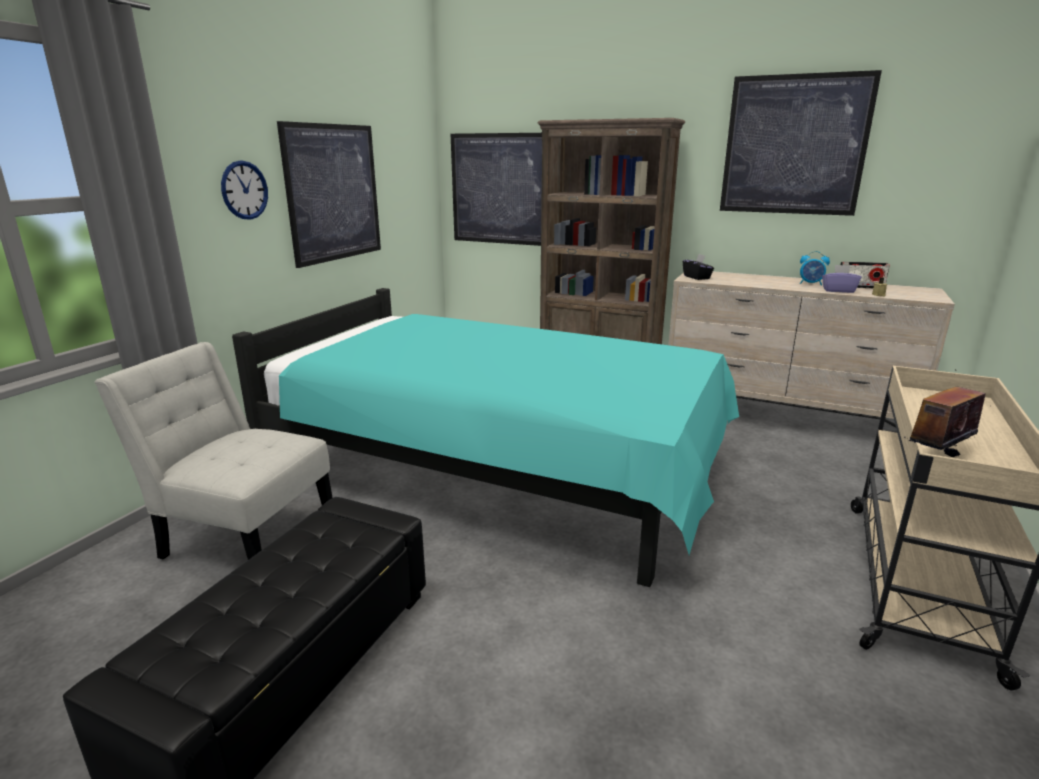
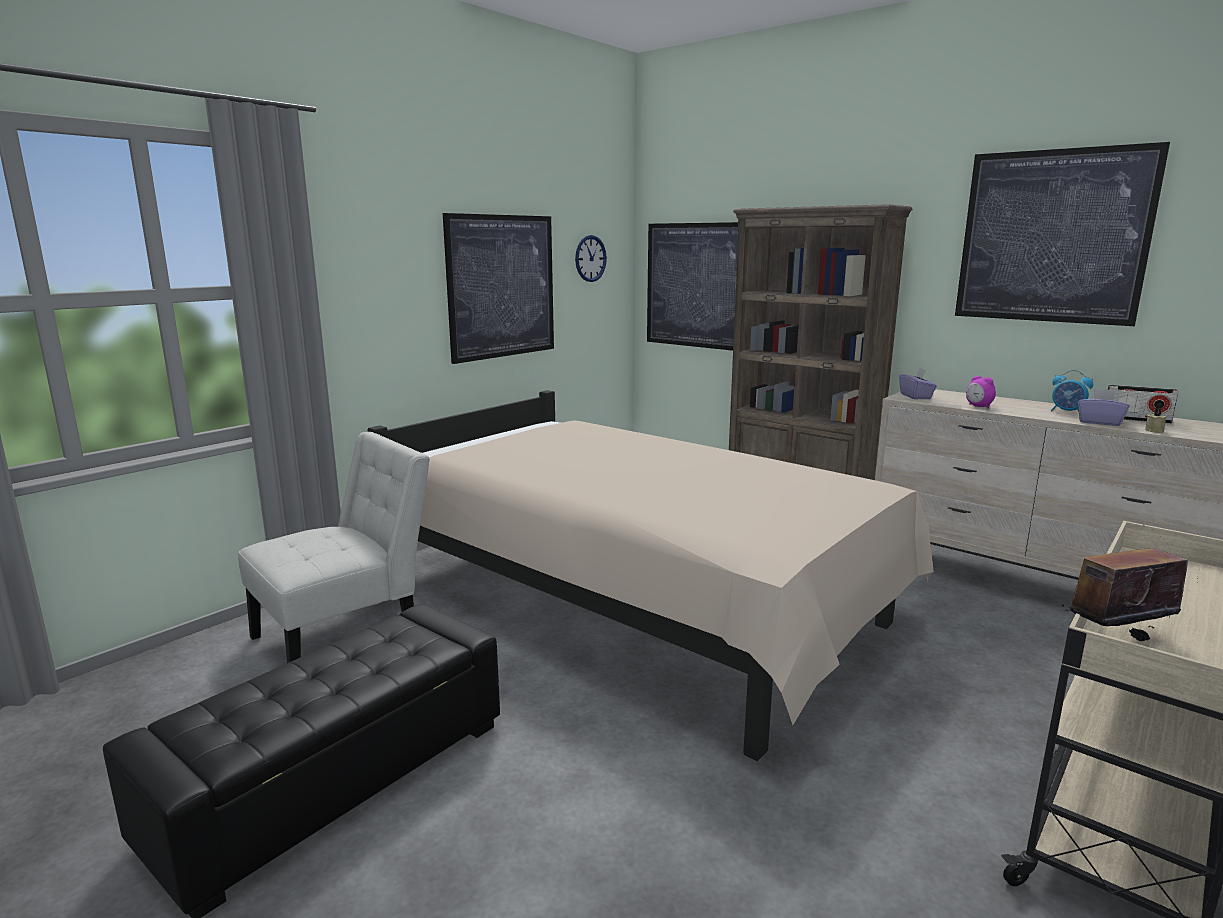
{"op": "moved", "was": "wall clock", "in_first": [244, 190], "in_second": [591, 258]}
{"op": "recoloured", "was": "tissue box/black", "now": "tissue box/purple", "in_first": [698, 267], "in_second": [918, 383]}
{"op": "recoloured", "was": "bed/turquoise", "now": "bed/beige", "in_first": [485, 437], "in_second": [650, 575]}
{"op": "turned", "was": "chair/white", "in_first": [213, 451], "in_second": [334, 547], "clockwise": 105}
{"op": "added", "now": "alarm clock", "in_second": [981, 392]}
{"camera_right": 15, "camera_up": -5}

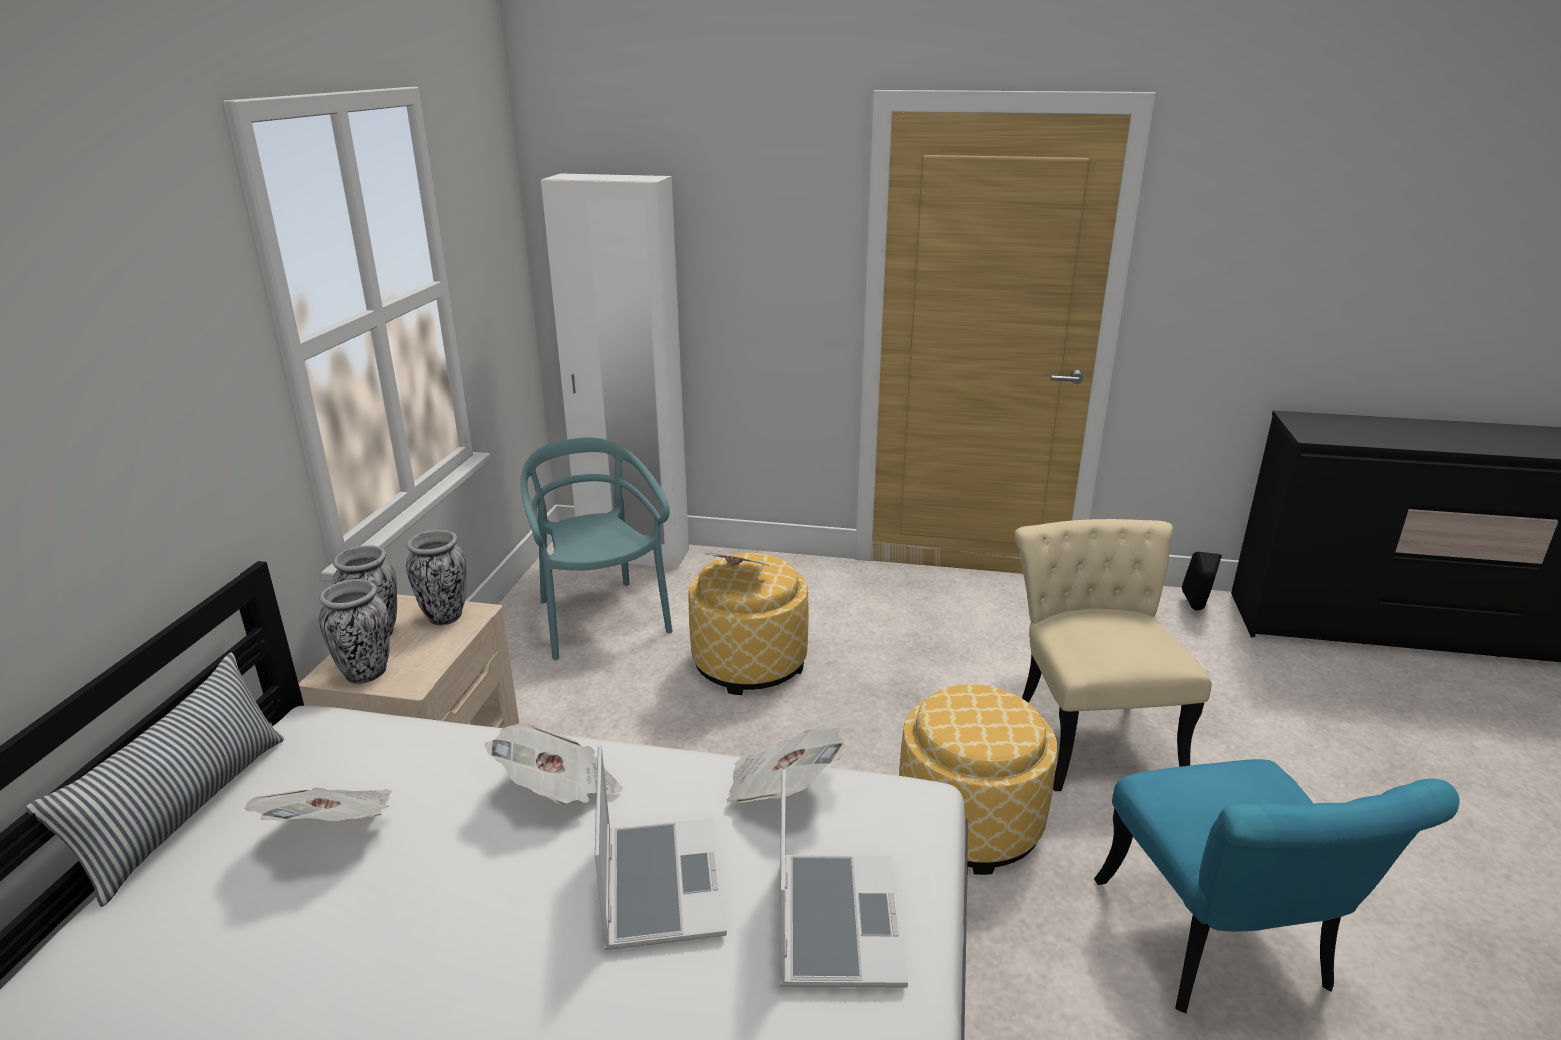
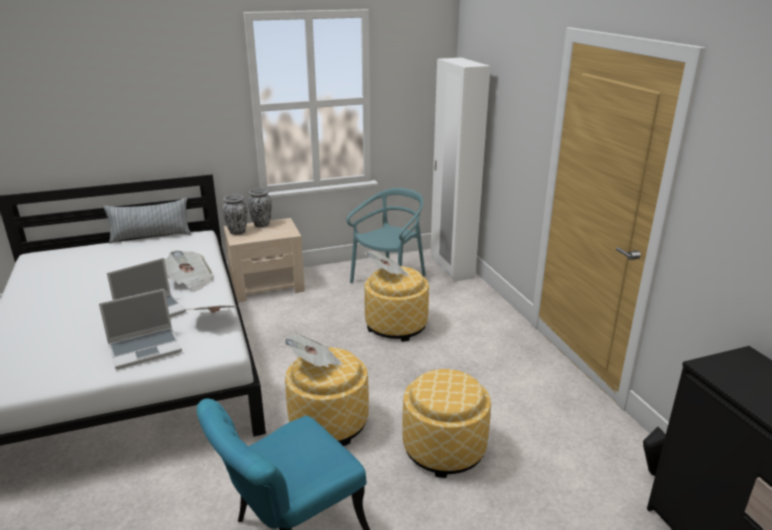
{"op": "replaced", "was": "chair/beige", "now": "ottoman", "in_first": [1113, 655], "in_second": [446, 423]}
{"op": "removed", "was": "vase", "in_first": [436, 577]}
{"op": "moved", "was": "newspaper", "in_first": [318, 804], "in_second": [312, 350]}
{"camera_right": 60, "camera_up": 0}

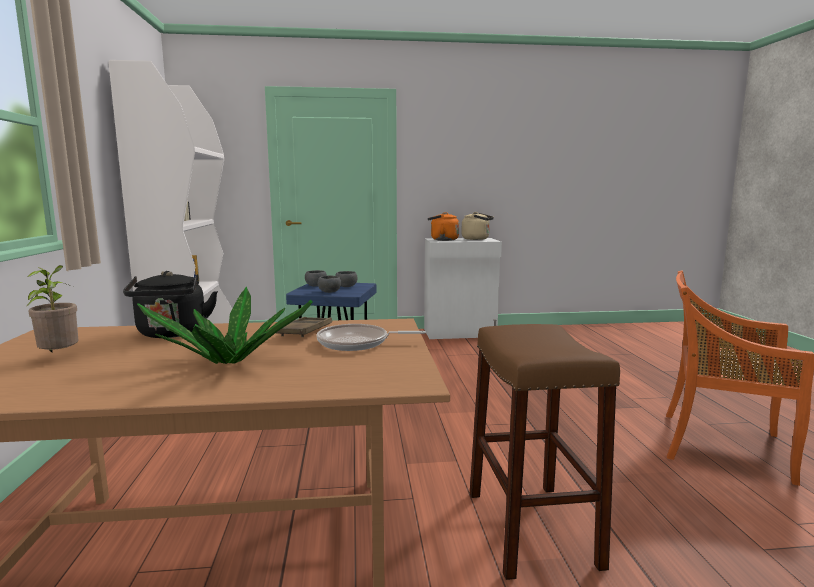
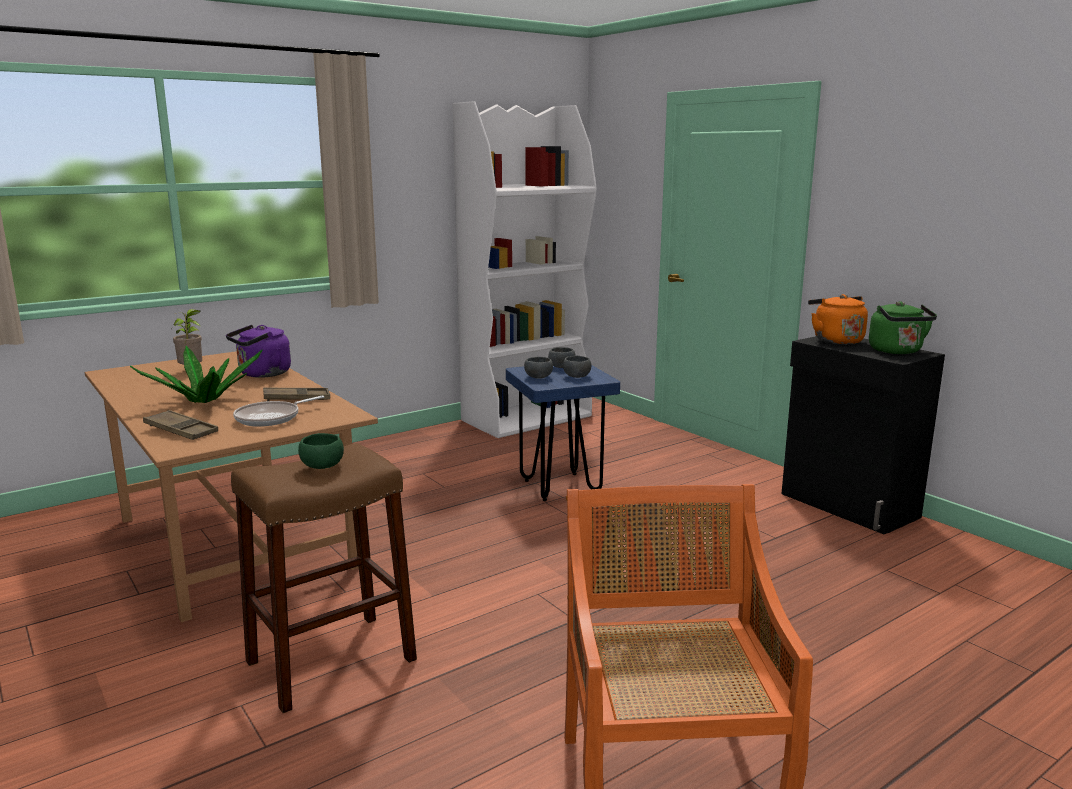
{"op": "recoloured", "was": "kettle/beige", "now": "kettle/green", "in_first": [477, 226], "in_second": [903, 327]}
{"op": "recoloured", "was": "cabinet/white", "now": "cabinet/black", "in_first": [463, 288], "in_second": [863, 435]}
{"op": "recoloured", "was": "kettle/black", "now": "kettle/purple", "in_first": [170, 304], "in_second": [258, 351]}
{"op": "turned", "was": "frying pan", "in_first": [371, 337], "in_second": [278, 411], "clockwise": -105}
{"op": "added", "now": "tray/brown", "in_second": [180, 425]}
{"op": "added", "now": "bowl/green", "in_second": [321, 451]}
{"camera_right": 60, "camera_up": 5}

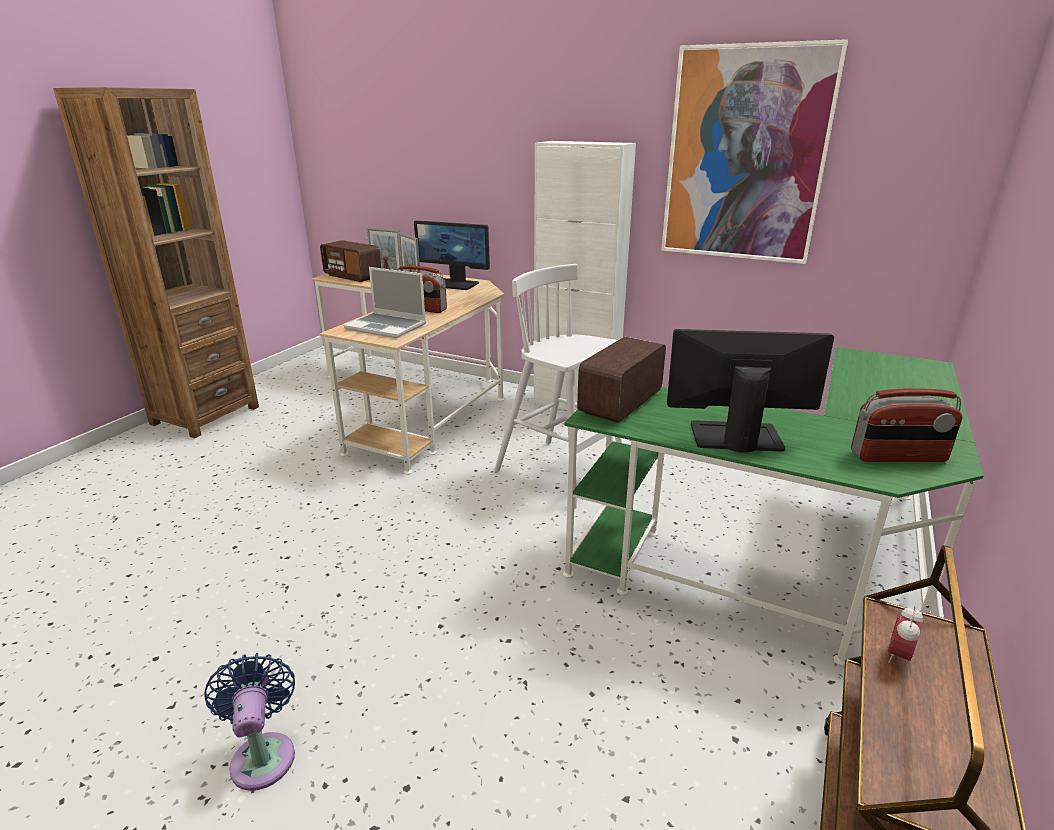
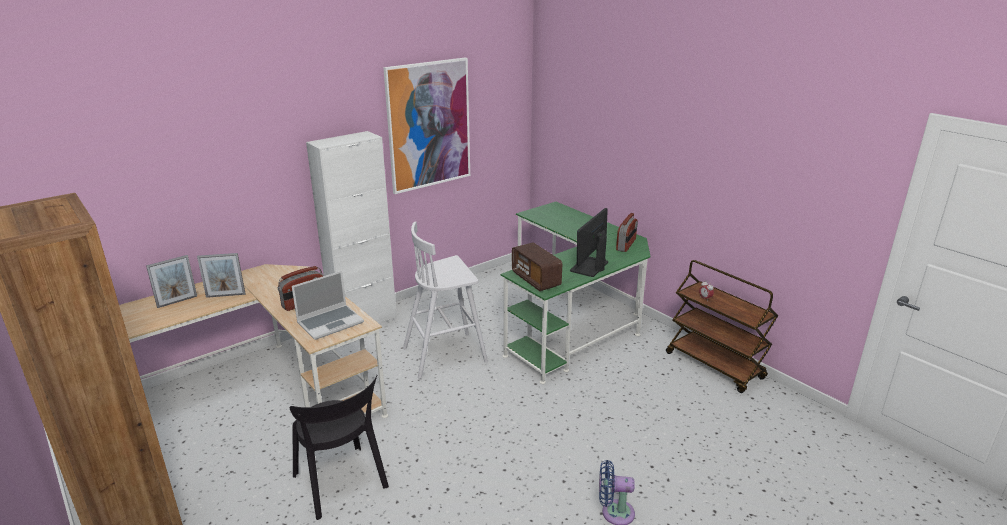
{"op": "removed", "was": "monitor", "in_first": [452, 255]}
{"op": "removed", "was": "radio", "in_first": [350, 261]}
{"op": "added", "now": "chair/black", "in_second": [339, 447]}
{"camera_right": -65, "camera_up": 0}

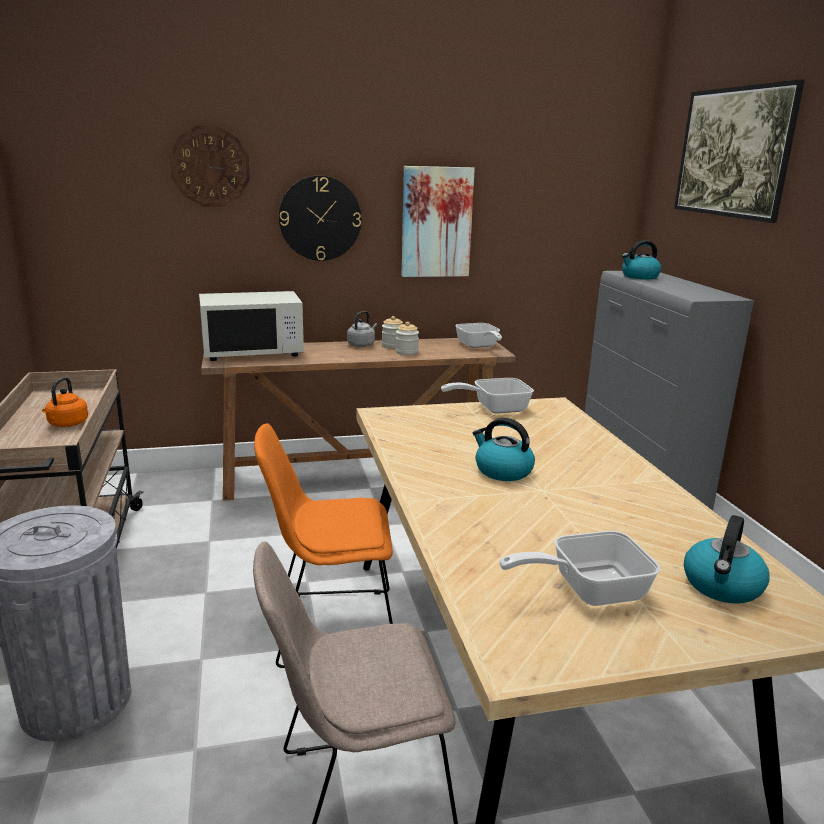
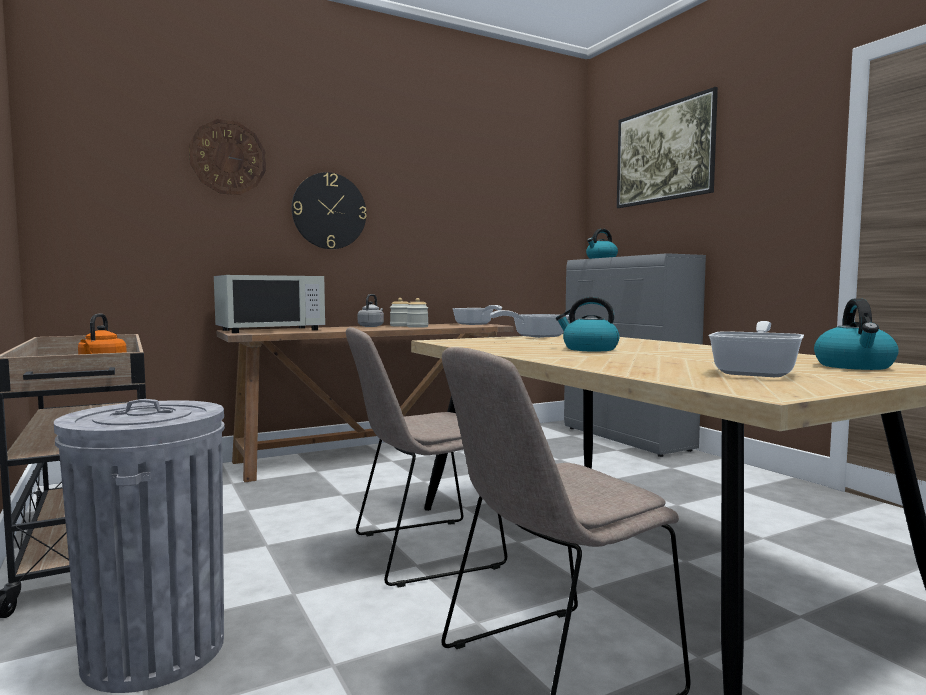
{"op": "removed", "was": "picture", "in_first": [438, 221]}
{"op": "recoloured", "was": "chair/orange", "now": "chair/beige", "in_first": [323, 545], "in_second": [426, 457]}
{"op": "turned", "was": "frying pan", "in_first": [579, 568], "in_second": [756, 349], "clockwise": 150}
{"camera_right": -15, "camera_up": -15}

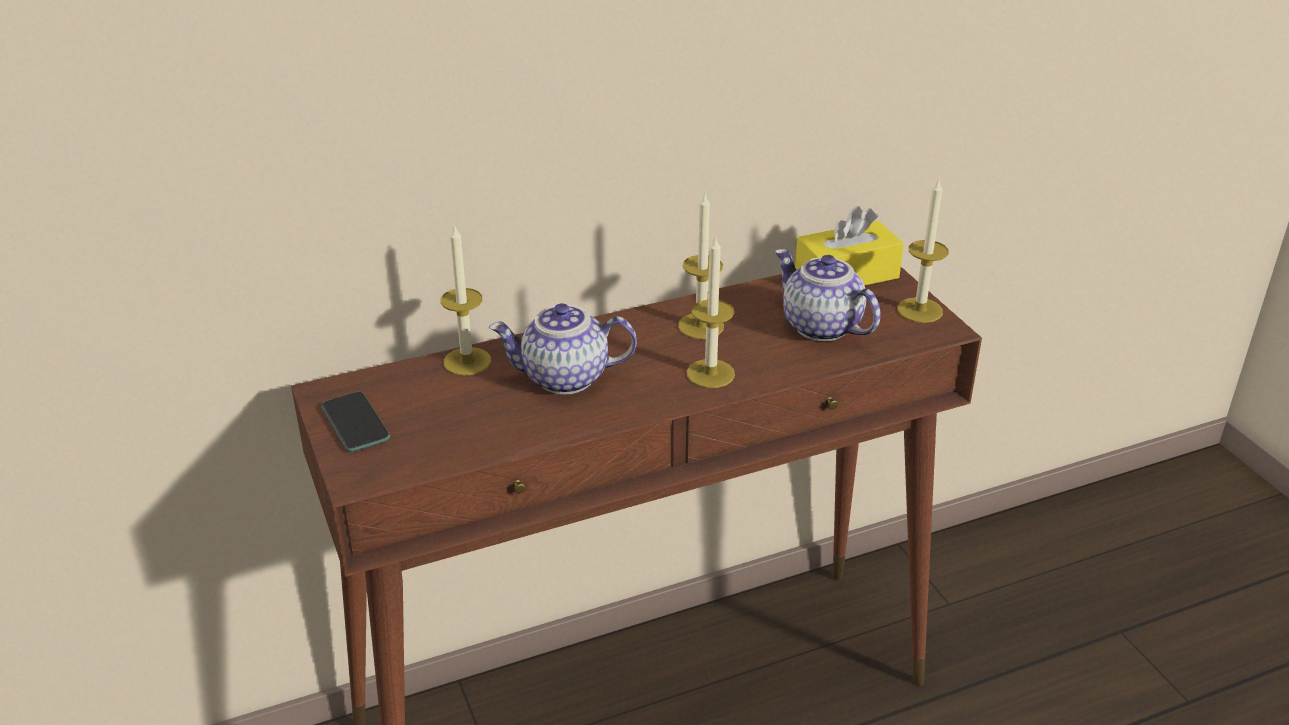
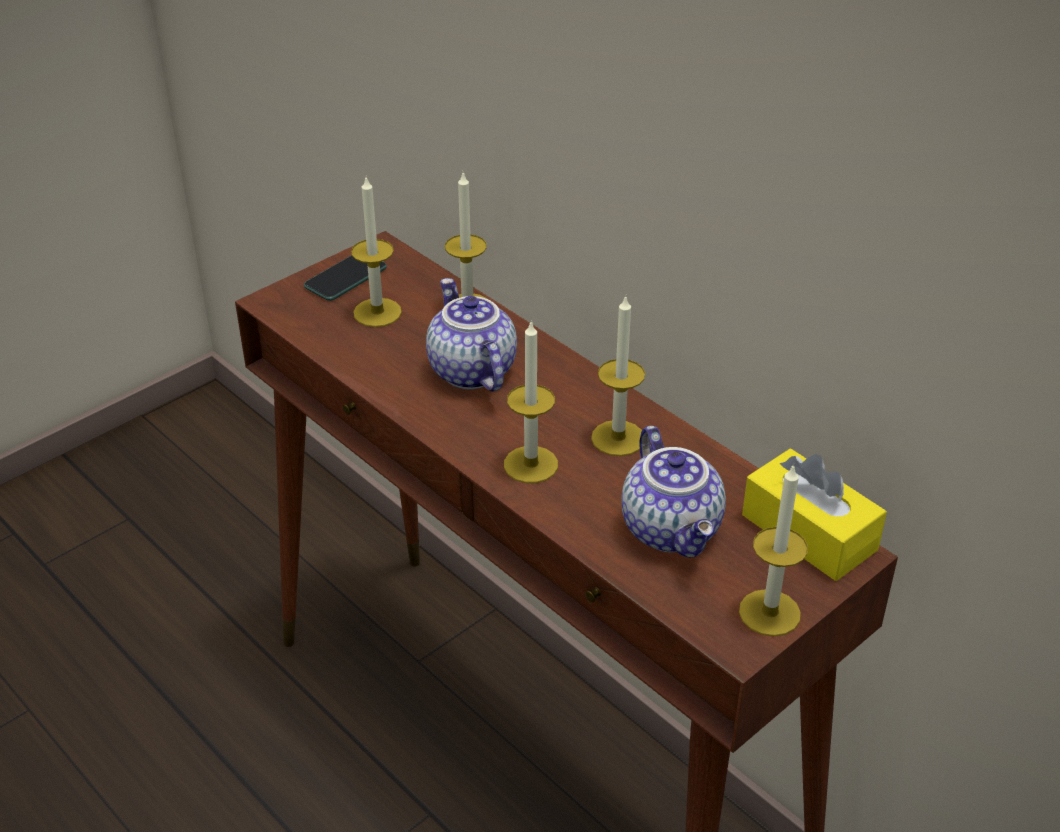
{"op": "turned", "was": "teapot", "in_first": [828, 295], "in_second": [673, 491], "clockwise": 135}
{"op": "added", "now": "candle", "in_second": [376, 252]}
{"camera_right": 70, "camera_up": 5}

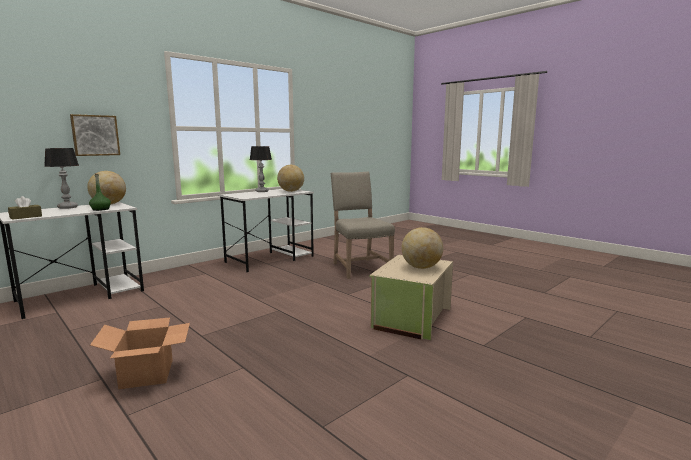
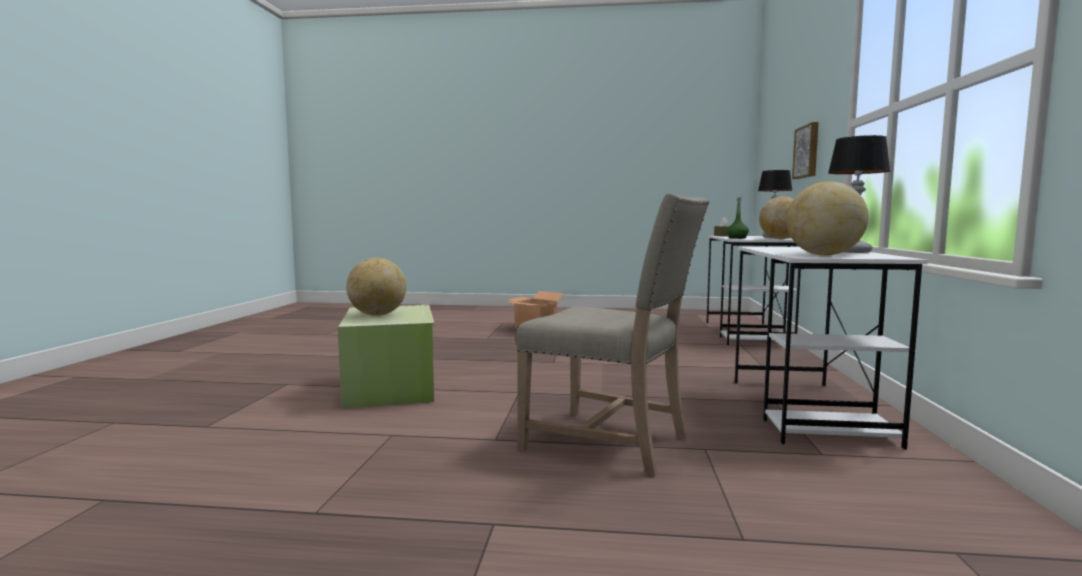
{"op": "recoloured", "was": "storage box/beige", "now": "storage box/green", "in_first": [411, 297], "in_second": [386, 357]}
{"camera_right": 140, "camera_up": -5}

